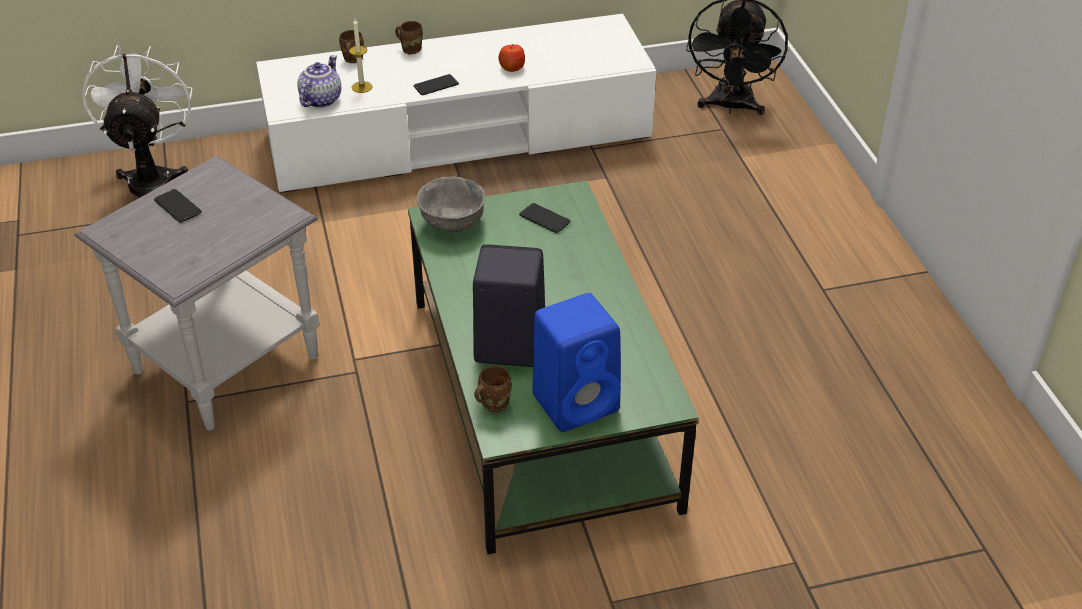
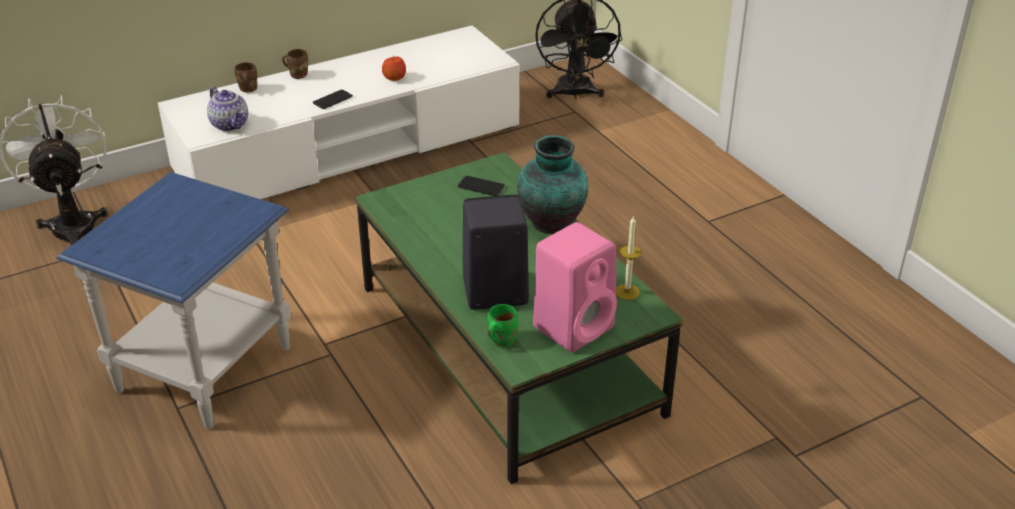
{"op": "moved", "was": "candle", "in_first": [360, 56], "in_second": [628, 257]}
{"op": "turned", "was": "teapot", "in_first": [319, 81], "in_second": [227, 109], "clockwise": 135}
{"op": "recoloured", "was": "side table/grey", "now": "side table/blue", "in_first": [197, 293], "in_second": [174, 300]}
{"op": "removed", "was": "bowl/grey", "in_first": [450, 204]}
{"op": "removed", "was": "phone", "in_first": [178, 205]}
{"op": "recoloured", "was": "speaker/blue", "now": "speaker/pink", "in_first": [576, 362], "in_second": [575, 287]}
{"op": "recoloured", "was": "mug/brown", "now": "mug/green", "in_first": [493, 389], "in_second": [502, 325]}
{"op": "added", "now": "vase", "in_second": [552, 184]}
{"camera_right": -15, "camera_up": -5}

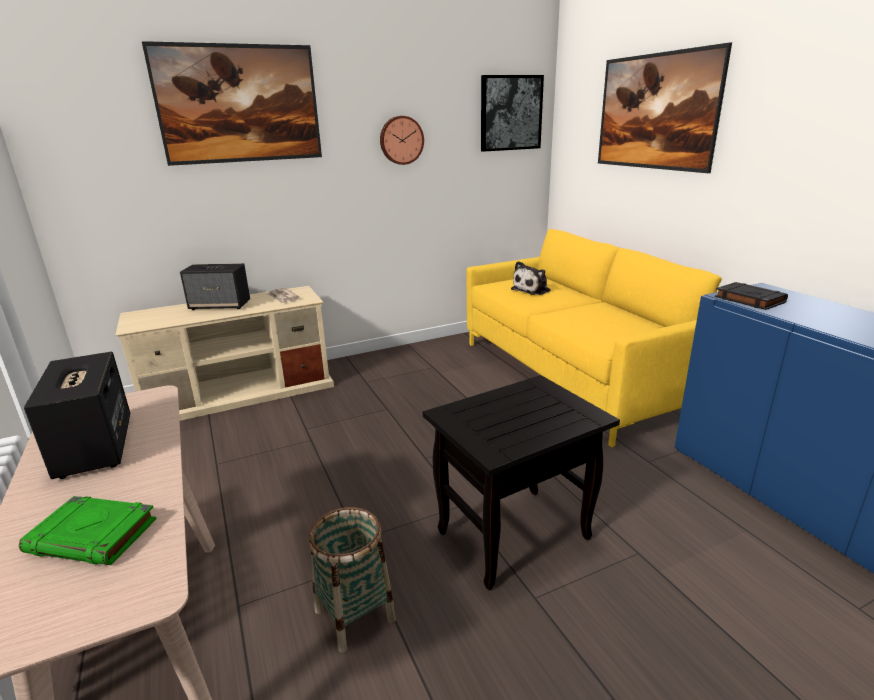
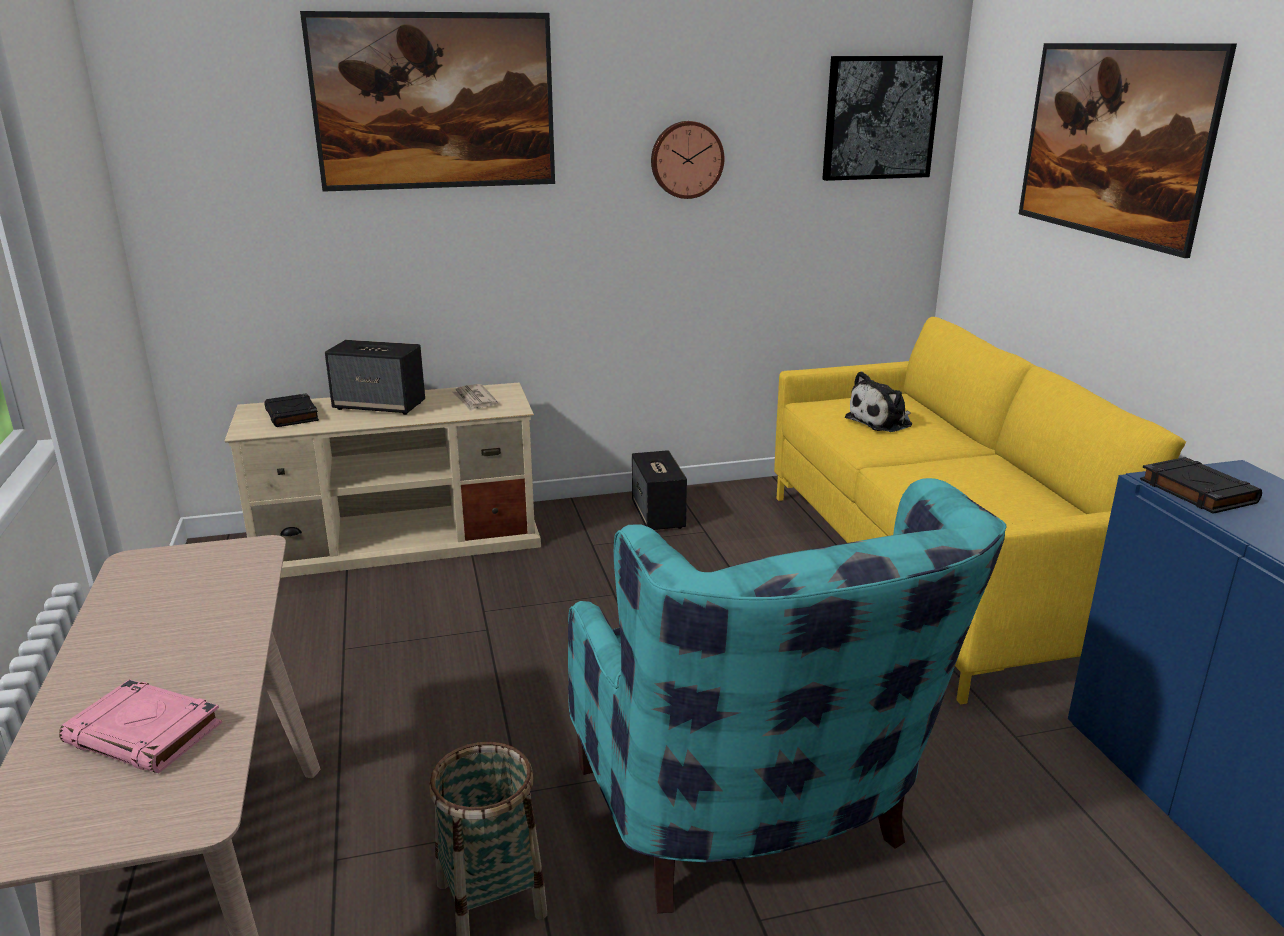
{"op": "moved", "was": "speaker", "in_first": [77, 415], "in_second": [659, 490]}
{"op": "replaced", "was": "side table/black", "now": "armchair/turquoise", "in_first": [521, 483], "in_second": [787, 695]}
{"op": "recoloured", "was": "book/green", "now": "book/pink", "in_first": [88, 530], "in_second": [140, 726]}
{"op": "added", "now": "book/black", "in_second": [291, 410]}
{"camera_right": 10, "camera_up": 0}

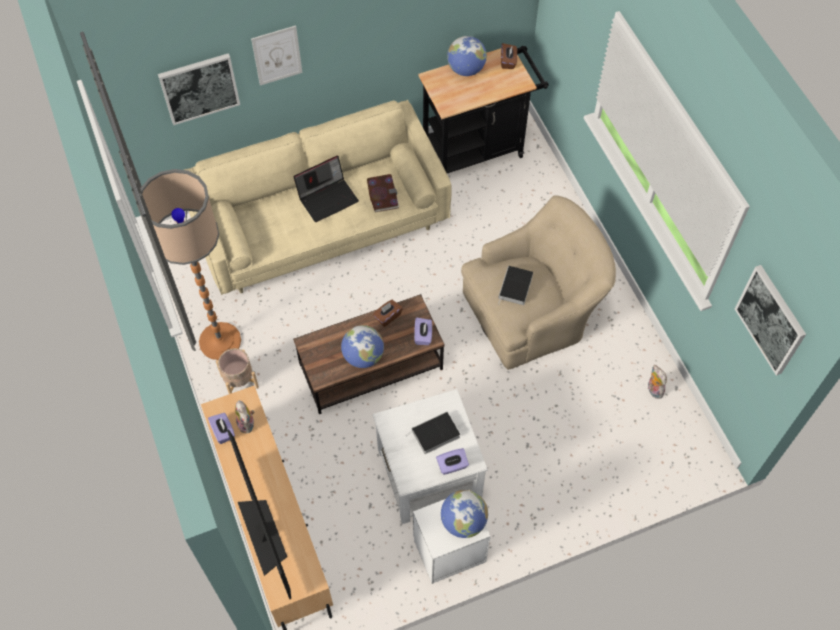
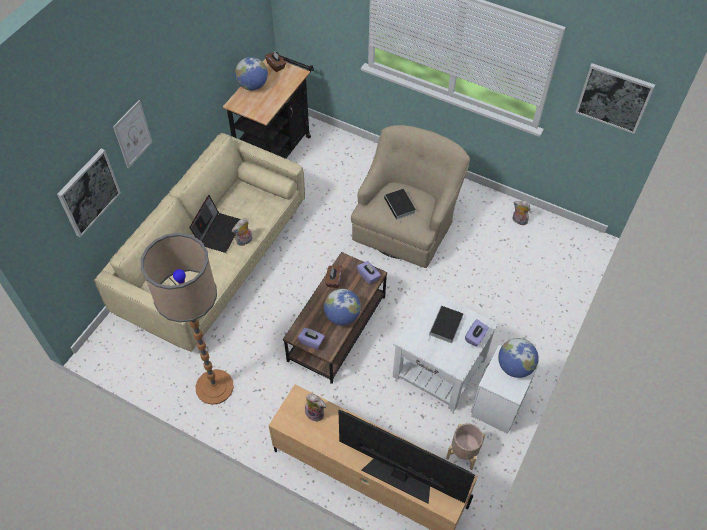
{"op": "removed", "was": "book", "in_first": [383, 193]}
{"op": "moved", "was": "planter/beige", "in_first": [237, 371], "in_second": [465, 446]}
{"op": "moved", "was": "tissue box/purple", "in_first": [221, 428], "in_second": [311, 339]}
{"op": "added", "now": "plush toy", "in_second": [242, 232]}
{"camera_right": -40, "camera_up": -5}

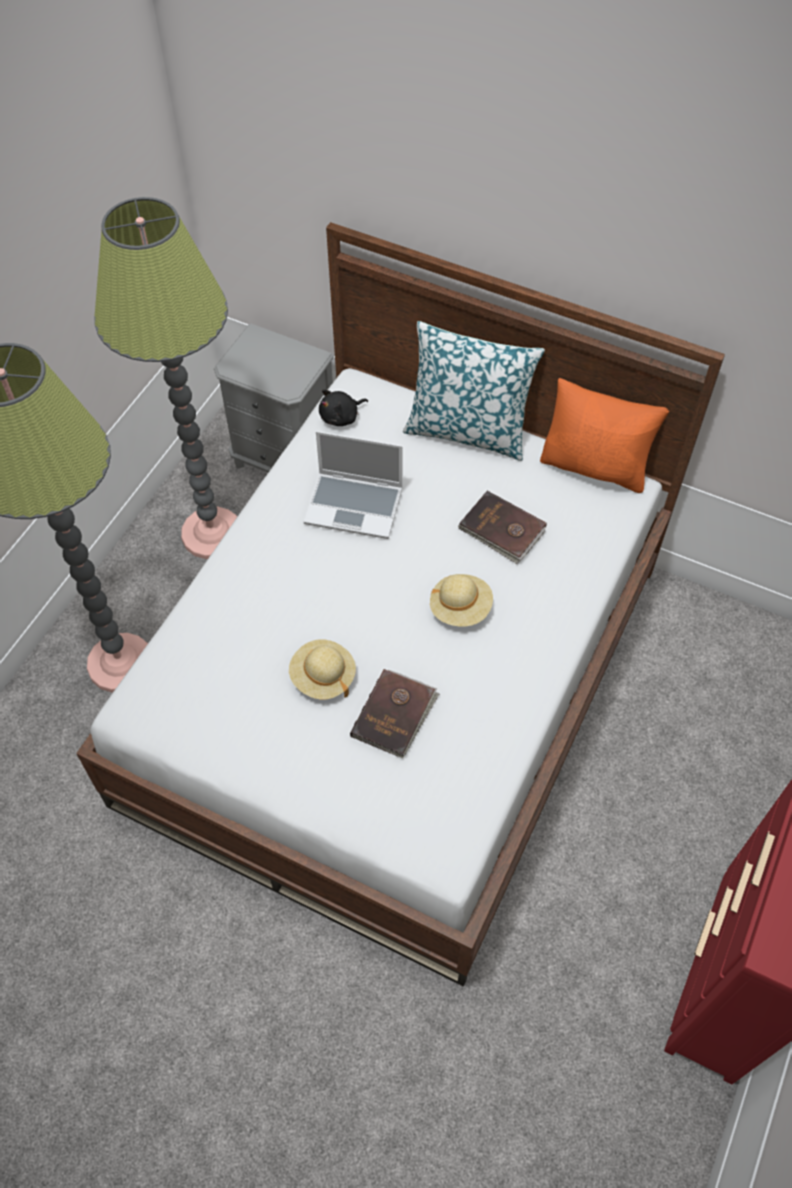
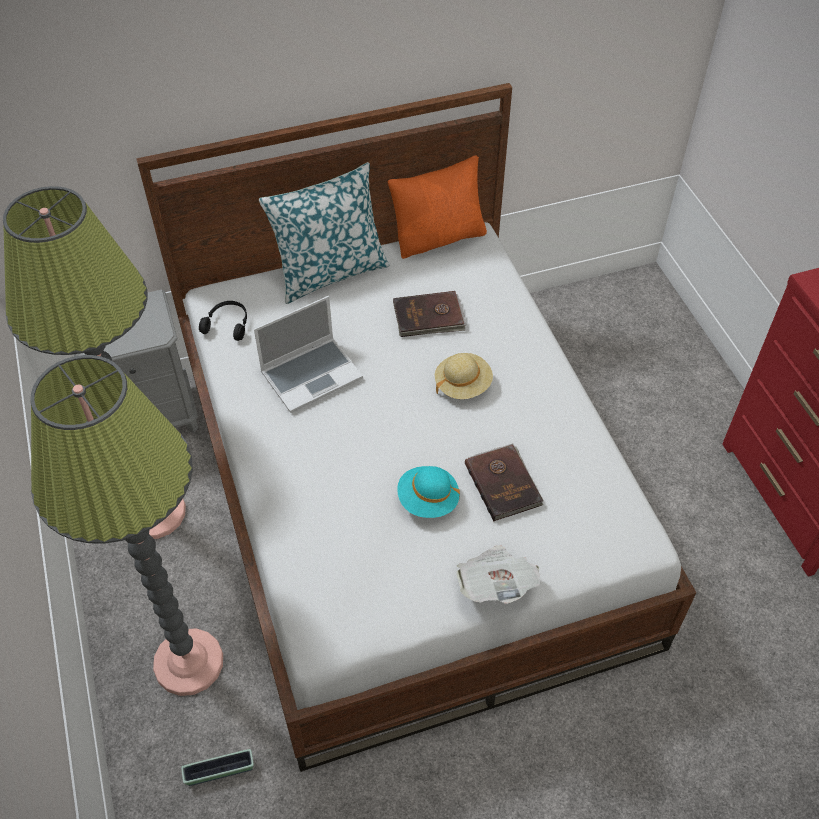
{"op": "replaced", "was": "plush toy/black", "now": "headphones/black", "in_first": [343, 408], "in_second": [223, 321]}
{"op": "recoloured", "was": "hat/beige", "now": "hat/turquoise", "in_first": [322, 669], "in_second": [428, 492]}
{"op": "added", "now": "newspaper", "in_second": [498, 574]}
{"op": "added", "now": "planter", "in_second": [217, 767]}
{"camera_right": -45, "camera_up": -5}

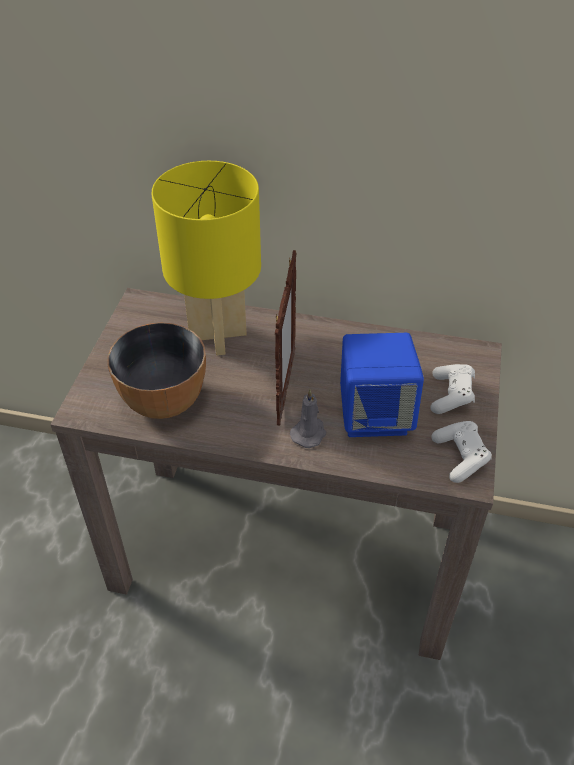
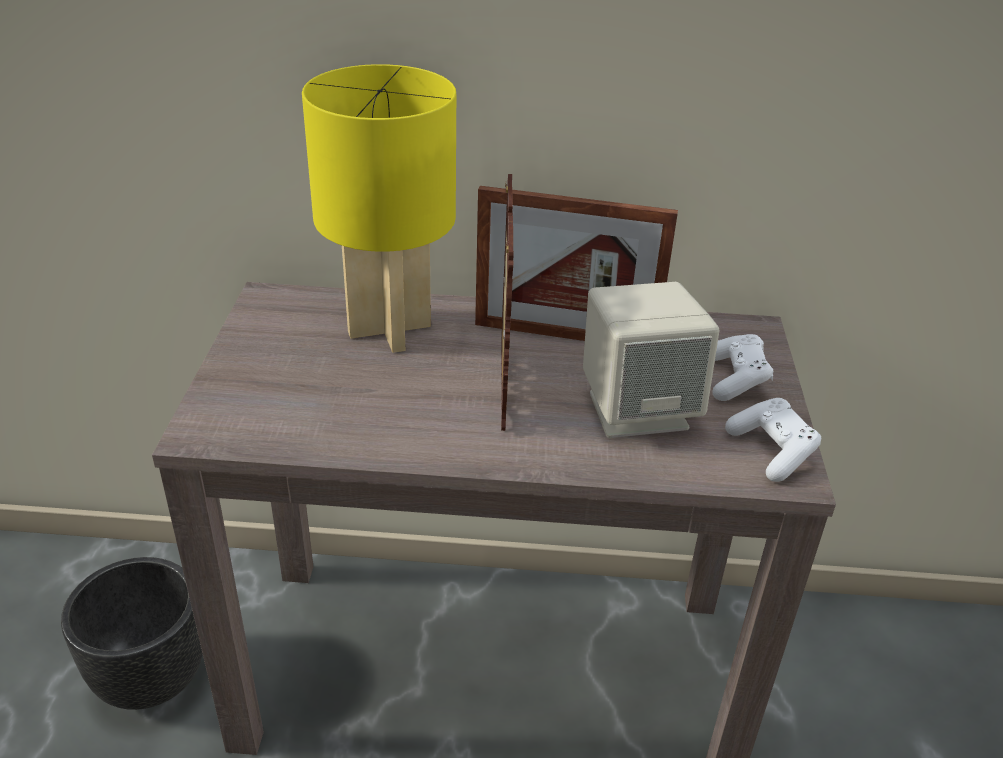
{"op": "removed", "was": "bowl", "in_first": [156, 371]}
{"op": "recoloured", "was": "speaker/blue", "now": "speaker/beige", "in_first": [382, 385], "in_second": [651, 360]}
{"op": "removed", "was": "candle/grey", "in_first": [308, 419]}
{"op": "added", "now": "picture frame", "in_second": [576, 263]}
{"op": "added", "now": "planter/black", "in_second": [132, 633]}
{"camera_right": -10, "camera_up": -10}

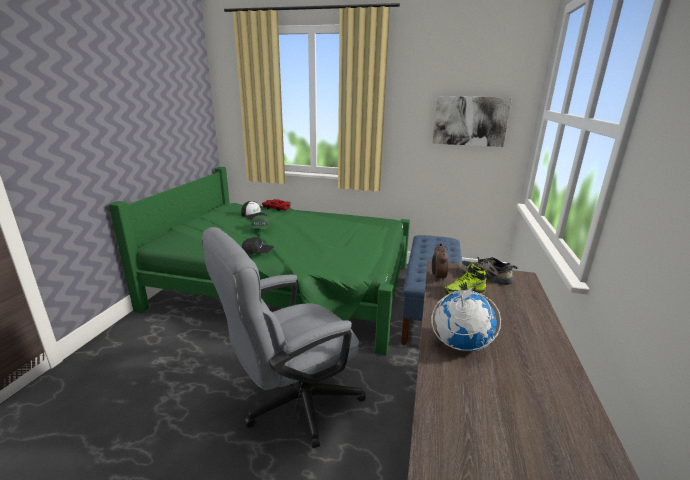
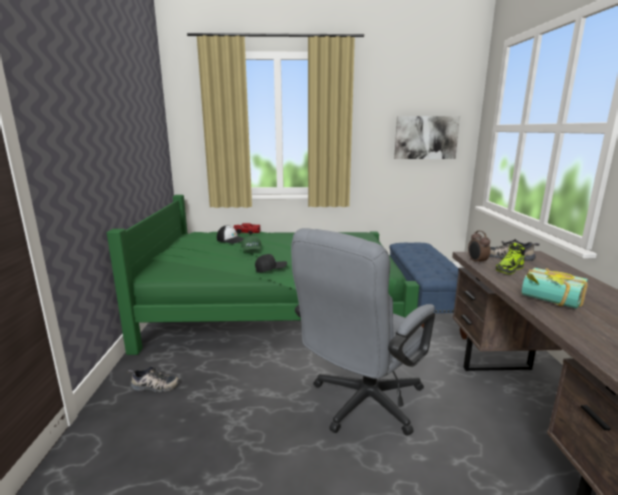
{"op": "replaced", "was": "globe", "now": "book", "in_first": [466, 319], "in_second": [555, 288]}
{"op": "added", "now": "shoe", "in_second": [153, 379]}
{"camera_right": -15, "camera_up": -5}

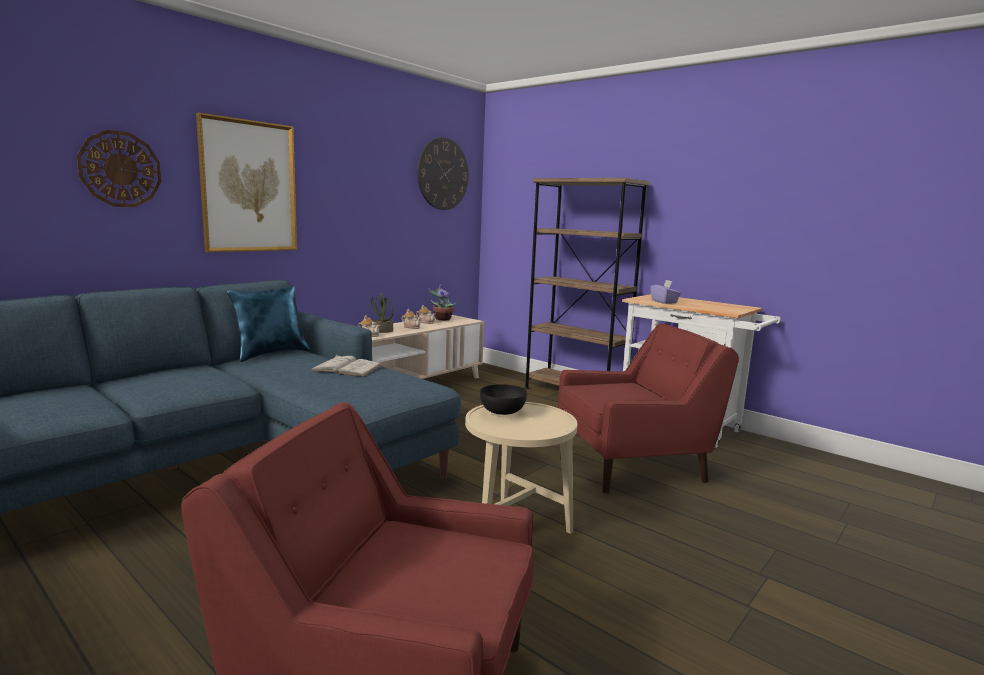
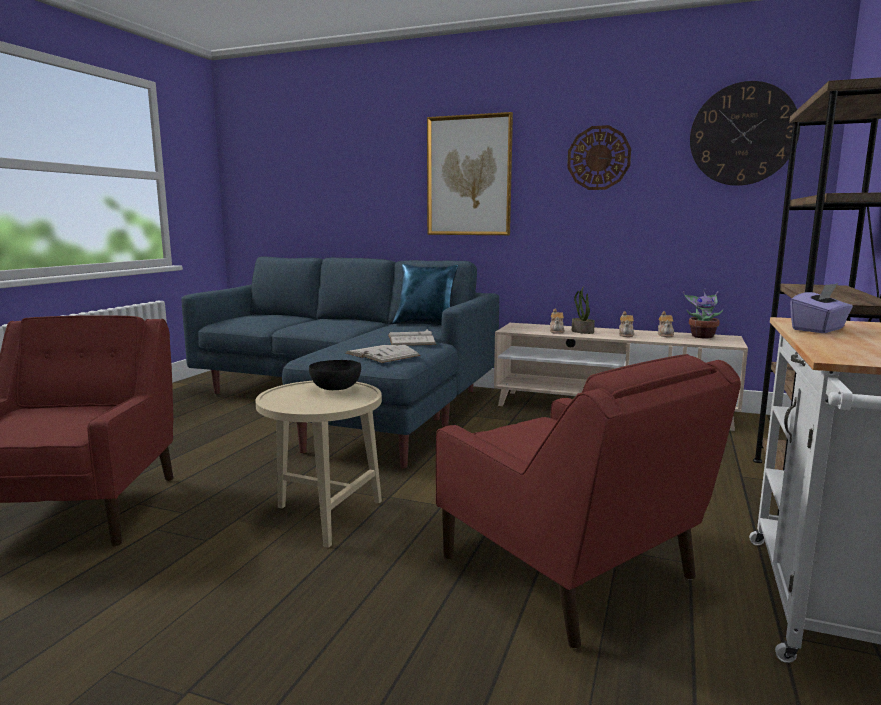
{"op": "moved", "was": "wall clock", "in_first": [119, 168], "in_second": [599, 157]}
{"op": "added", "now": "book/white", "in_second": [383, 354]}
{"camera_right": 70, "camera_up": 0}

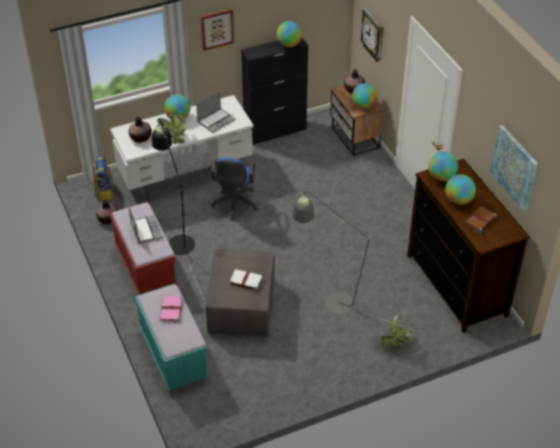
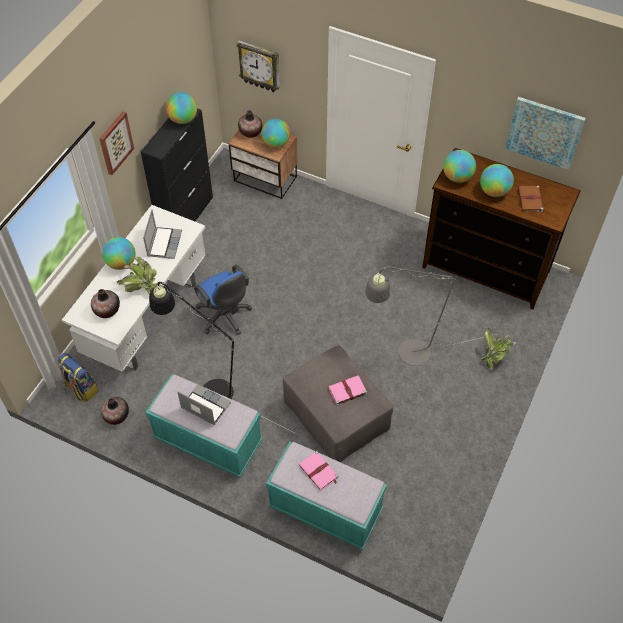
{"op": "recoloured", "was": "bench/red", "now": "bench/turquoise", "in_first": [144, 248], "in_second": [204, 425]}
{"op": "recoloured", "was": "book/white", "now": "book/pink", "in_first": [245, 279], "in_second": [347, 390]}
{"camera_right": -40, "camera_up": 10}

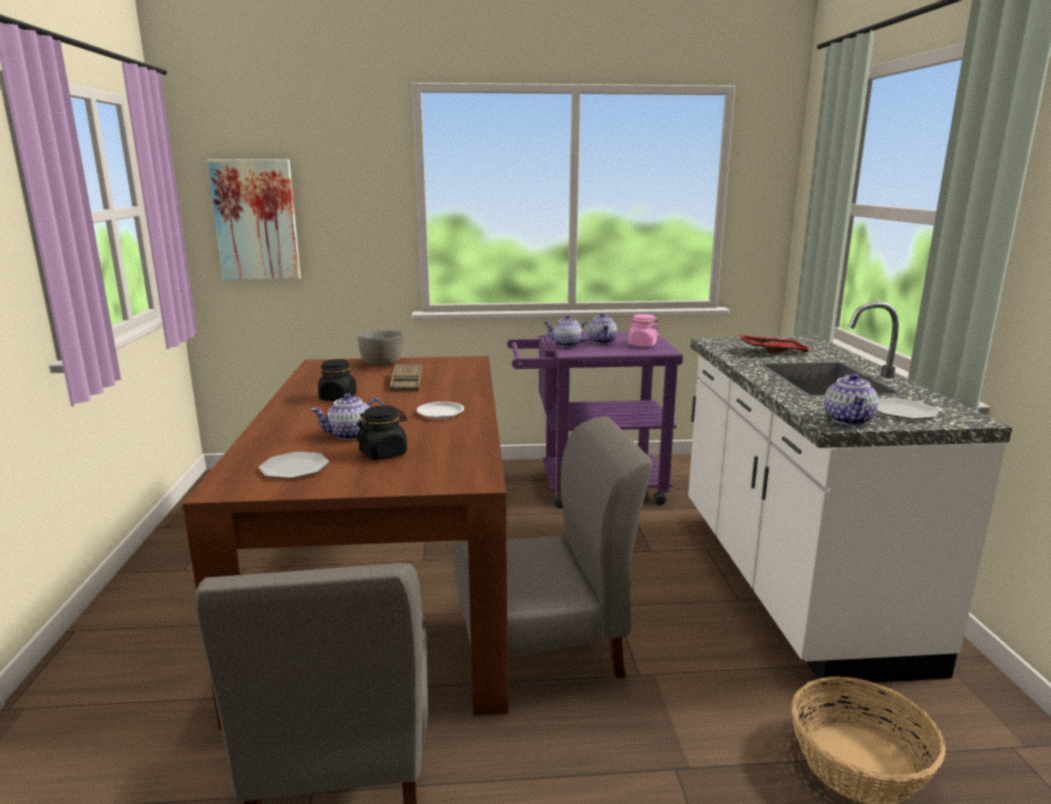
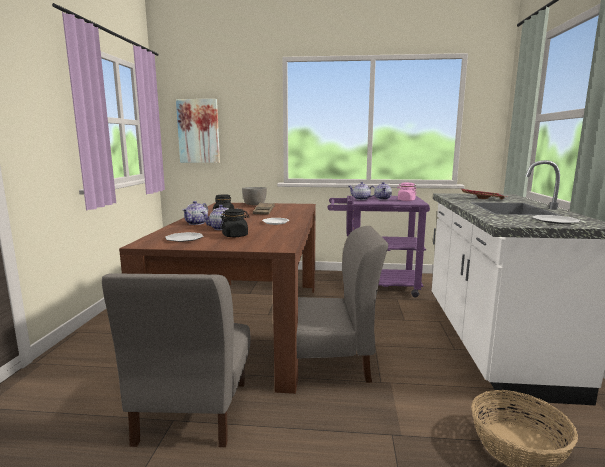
{"op": "moved", "was": "teapot", "in_first": [851, 399], "in_second": [195, 213]}
{"camera_right": 10, "camera_up": -5}

